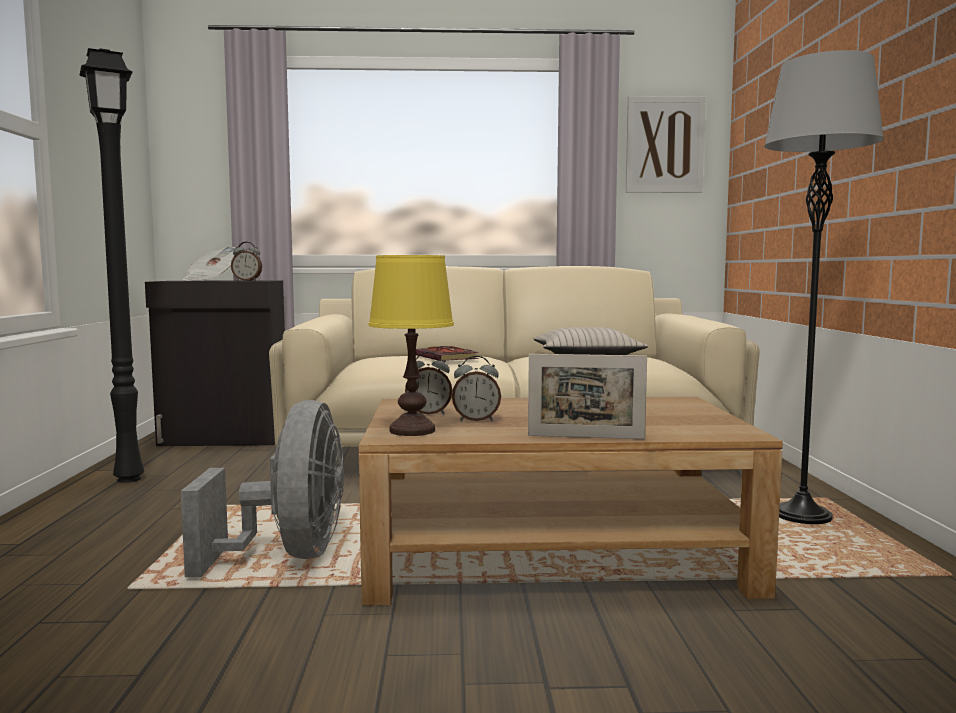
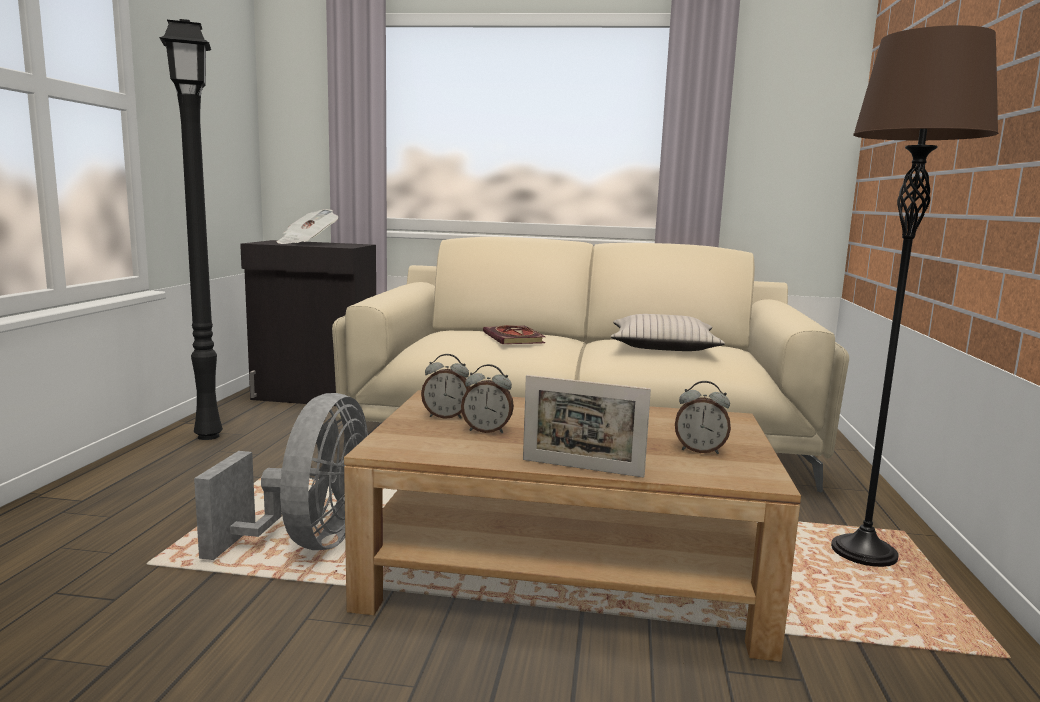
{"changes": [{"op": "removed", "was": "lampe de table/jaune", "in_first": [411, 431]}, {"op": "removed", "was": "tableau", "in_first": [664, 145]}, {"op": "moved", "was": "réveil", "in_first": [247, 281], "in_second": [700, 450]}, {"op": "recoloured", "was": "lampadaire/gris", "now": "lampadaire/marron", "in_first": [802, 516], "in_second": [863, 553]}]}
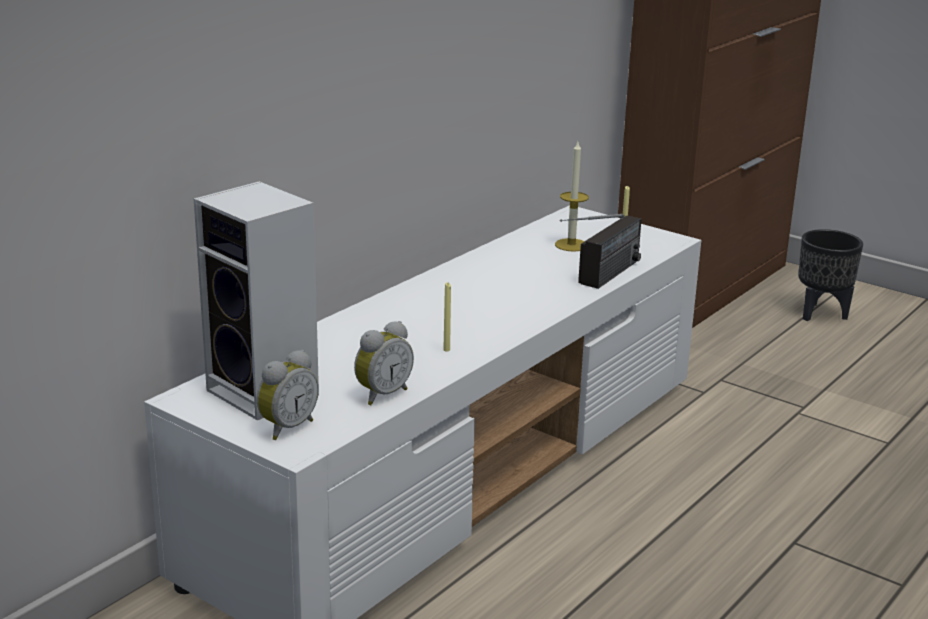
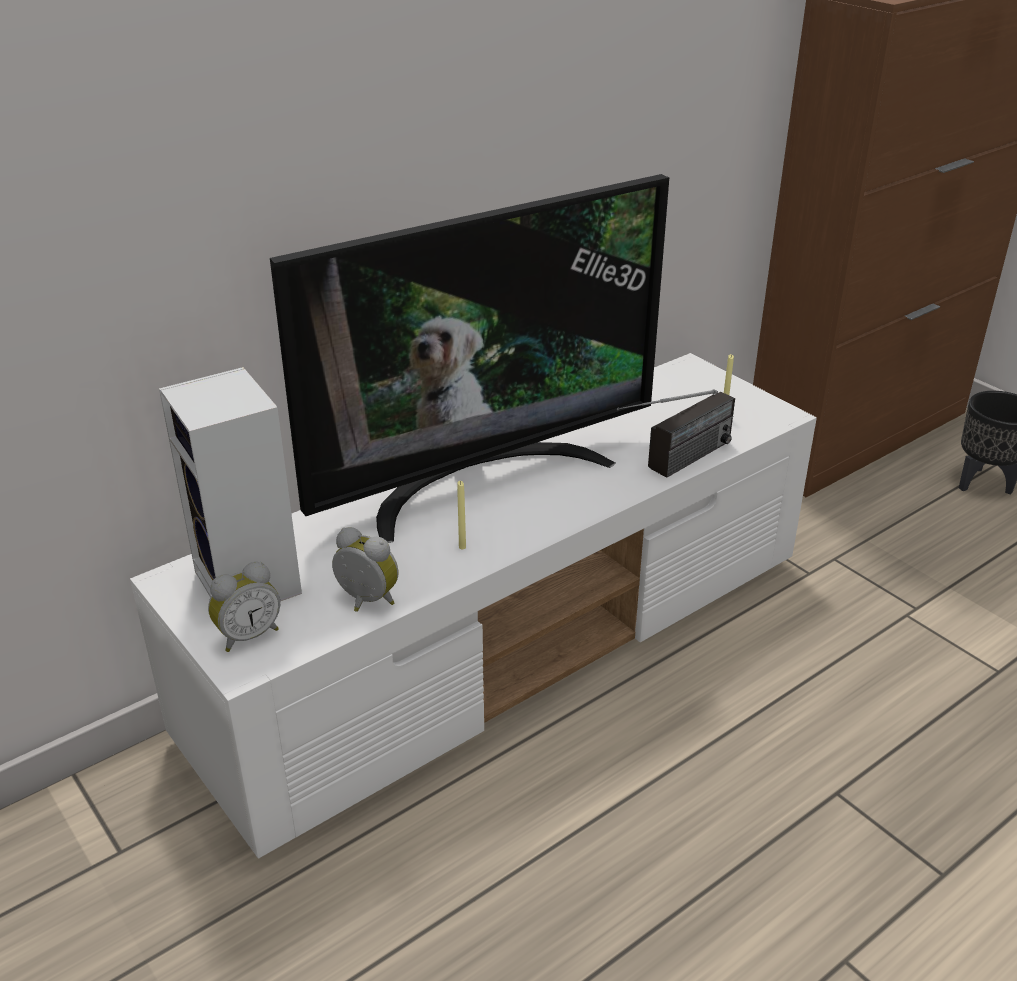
{"changes": [{"op": "removed", "was": "bougie", "in_first": [571, 245]}, {"op": "added", "now": "téléviseur", "in_second": [479, 479]}, {"op": "turned", "was": "réveil", "in_first": [381, 394], "in_second": [365, 602], "clockwise": -120}]}
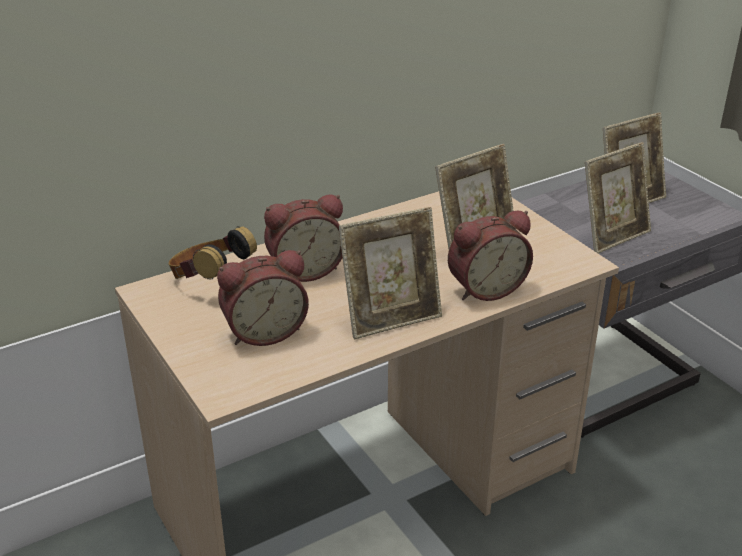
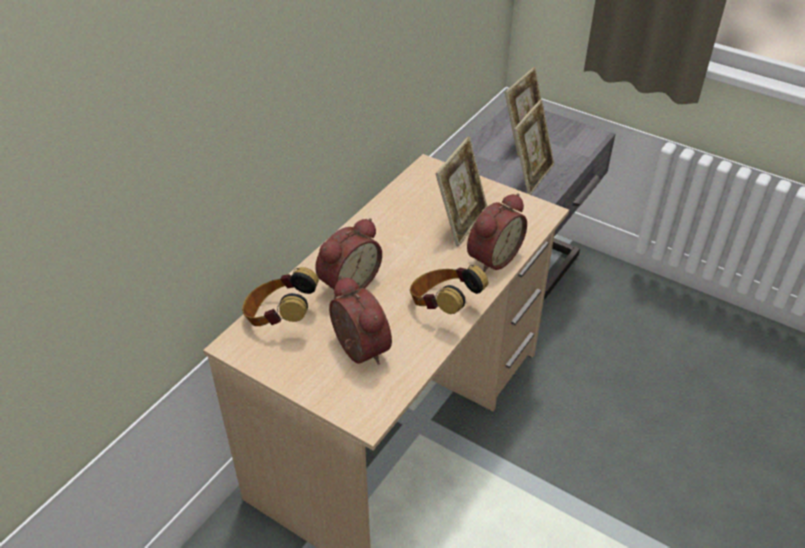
{"changes": [{"op": "replaced", "was": "cadre photo", "now": "casque audio", "in_first": [391, 318], "in_second": [443, 306]}, {"op": "turned", "was": "réveil", "in_first": [264, 331], "in_second": [357, 350], "clockwise": -75}]}
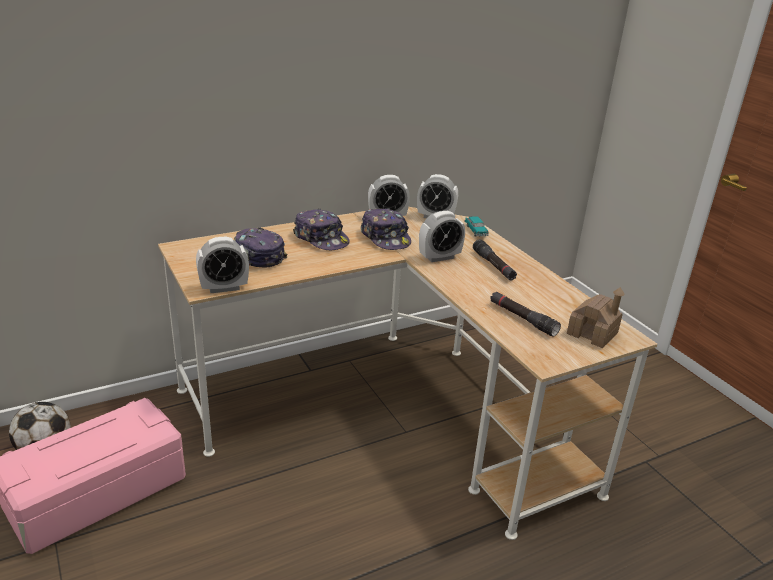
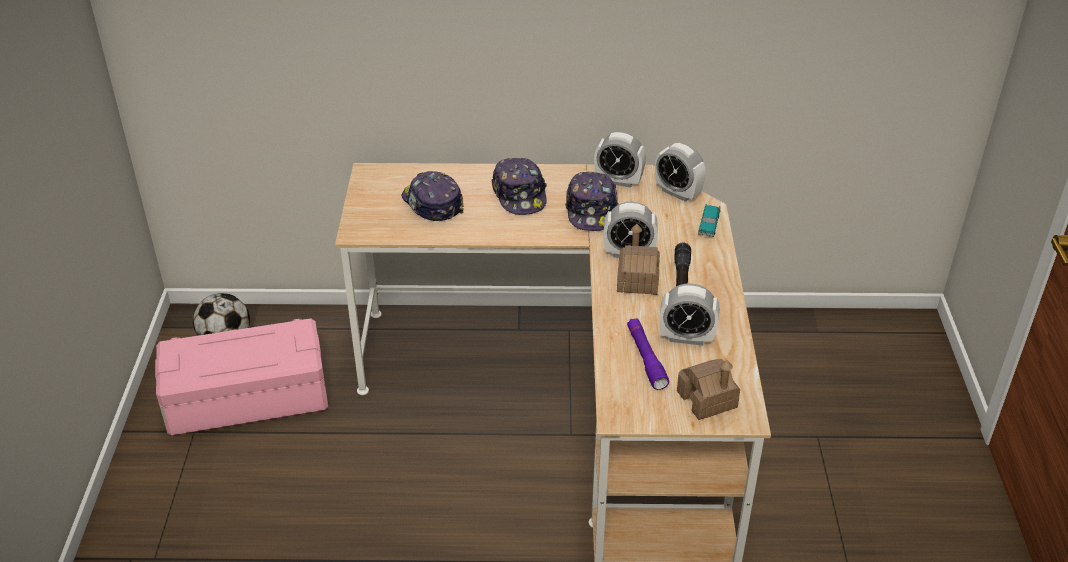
{"changes": [{"op": "added", "now": "maison miniature", "in_second": [637, 280]}, {"op": "moved", "was": "réveil", "in_first": [224, 288], "in_second": [686, 337]}, {"op": "recoloured", "was": "lampe de poche/noir", "now": "lampe de poche/violet", "in_first": [522, 319], "in_second": [646, 358]}]}
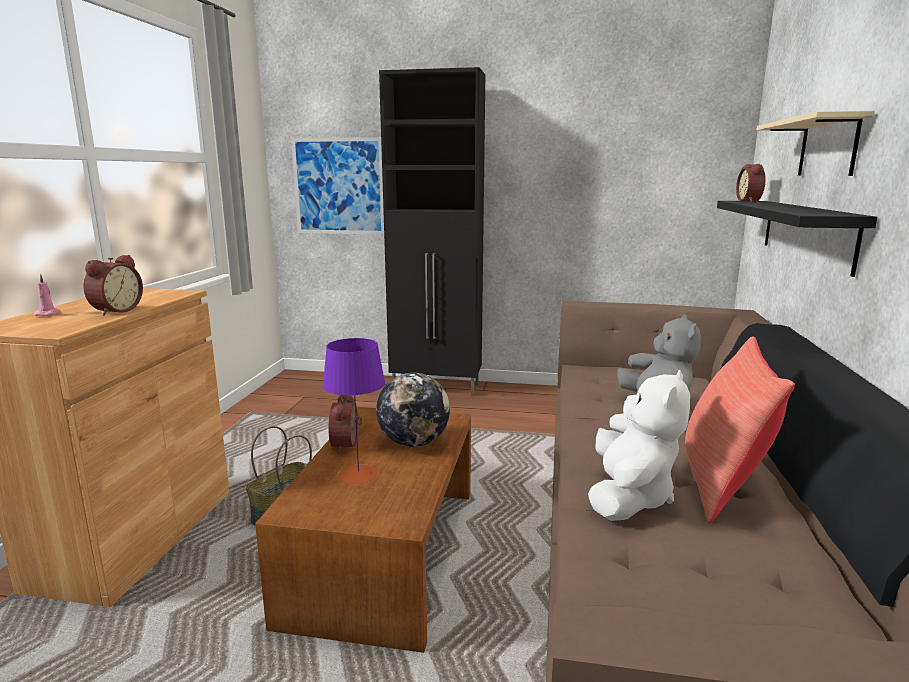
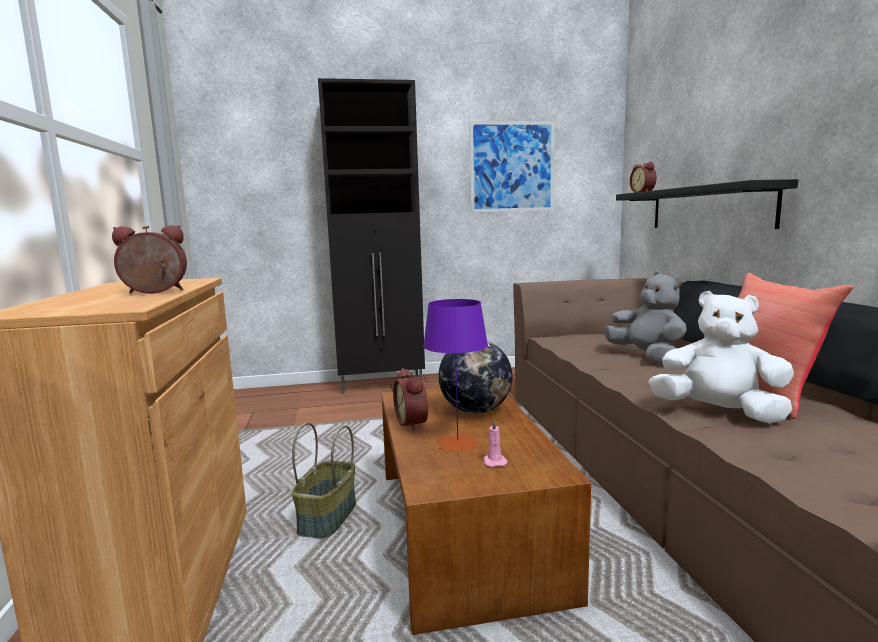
{"changes": [{"op": "removed", "was": "étagère/beige", "in_first": [827, 147]}, {"op": "moved", "was": "bougie/rose", "in_first": [49, 314], "in_second": [494, 462]}, {"op": "moved", "was": "tableau", "in_first": [339, 186], "in_second": [512, 167]}, {"op": "turned", "was": "réveil", "in_first": [115, 311], "in_second": [155, 292], "clockwise": -105}, {"op": "turned", "was": "peluche/blanc", "in_first": [629, 497], "in_second": [718, 413], "clockwise": -60}]}
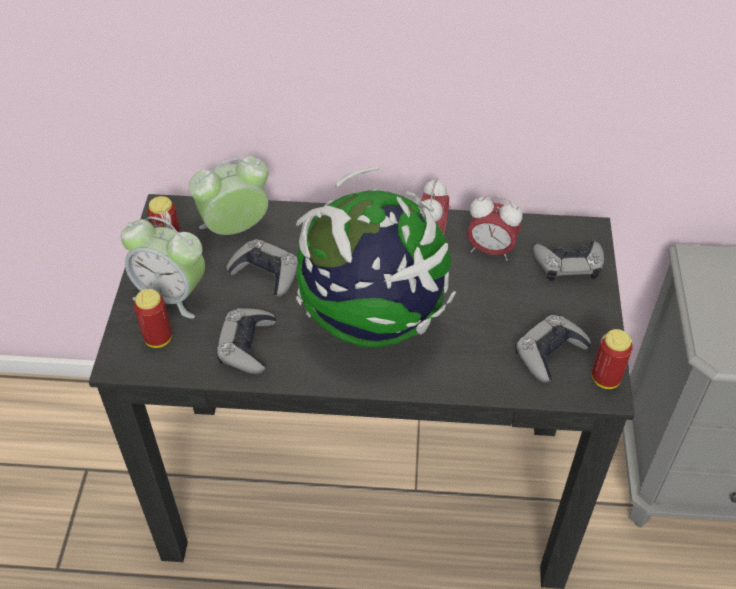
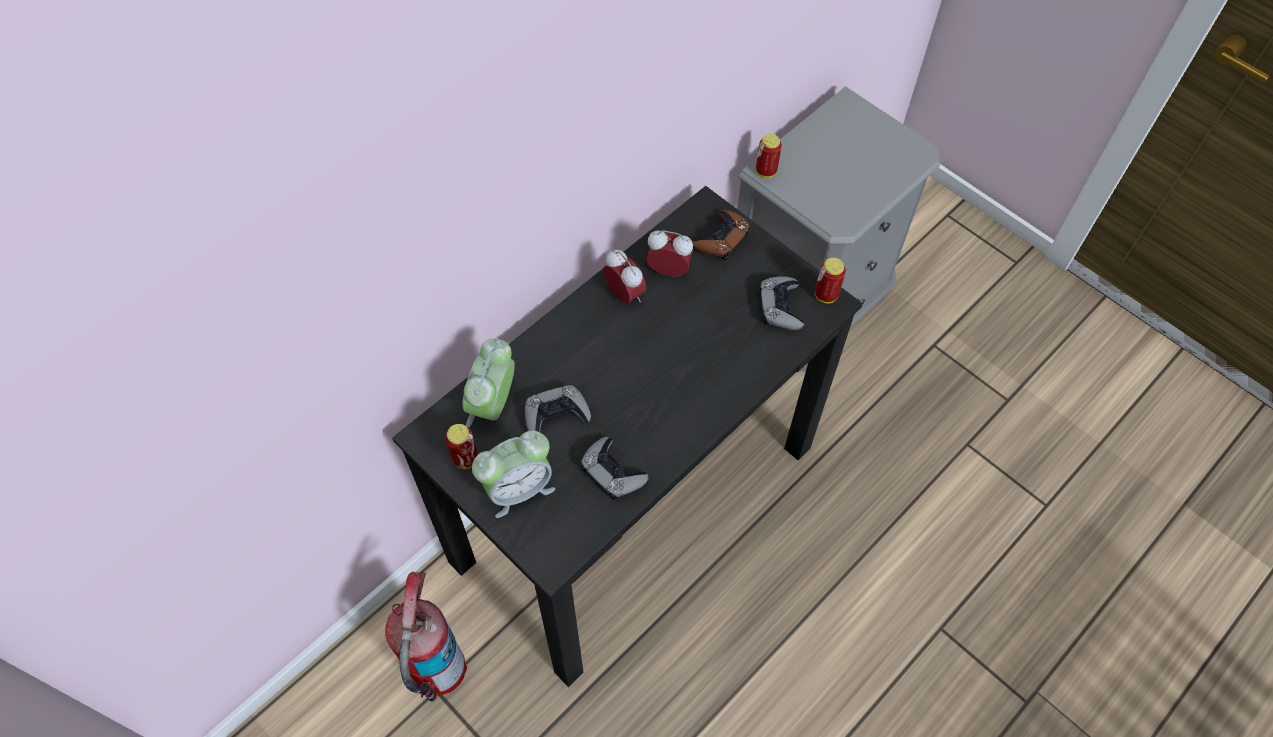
{"changes": [{"op": "removed", "was": "globe", "in_first": [374, 320]}, {"op": "added", "now": "extincteur", "in_second": [439, 671]}, {"op": "moved", "was": "boîte métallique", "in_first": [158, 338], "in_second": [766, 171]}, {"op": "recoloured", "was": "manette/gris", "now": "manette/marron", "in_first": [568, 264], "in_second": [722, 239]}, {"op": "turned", "was": "réveil", "in_first": [490, 250], "in_second": [669, 270], "clockwise": -135}]}
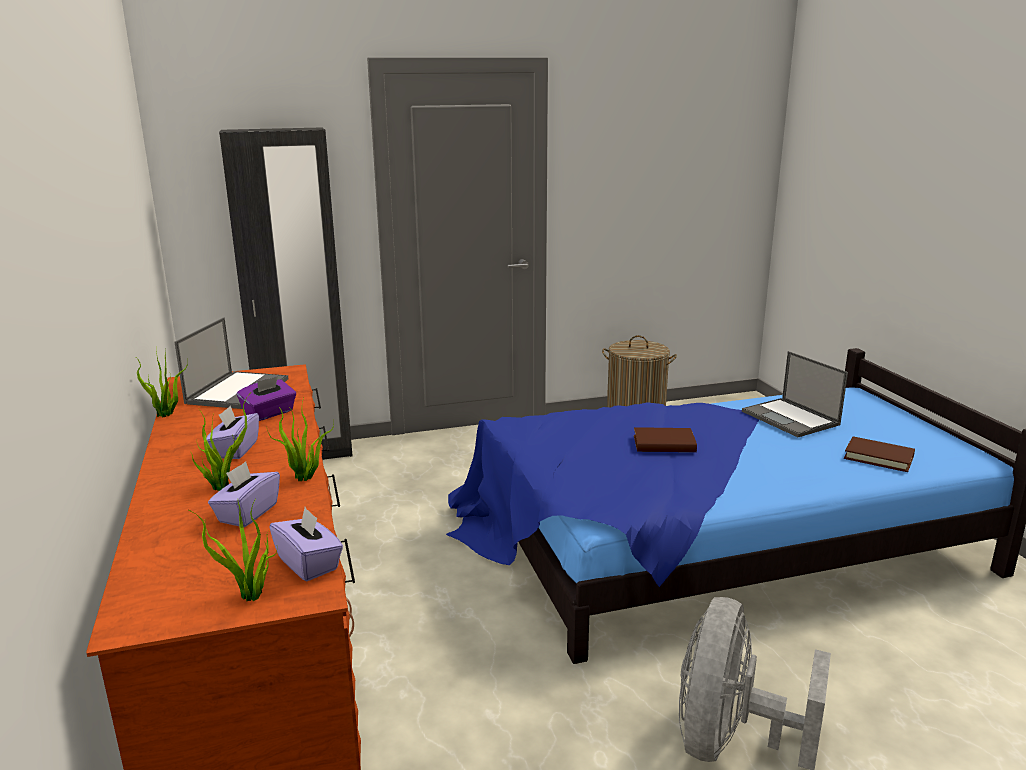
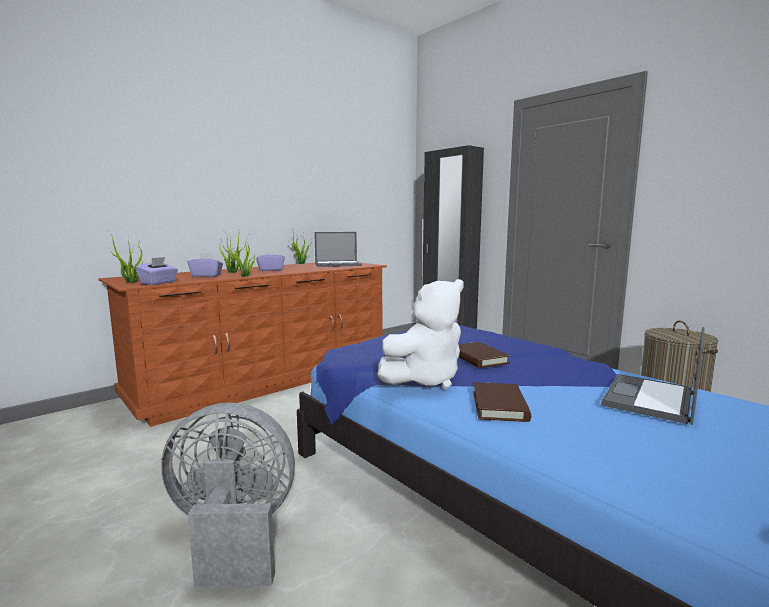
{"changes": [{"op": "removed", "was": "boîte à mouchoirs/violet", "in_first": [269, 413]}, {"op": "added", "now": "peluche/blanc", "in_second": [425, 379]}, {"op": "moved", "was": "livre/marron", "in_first": [878, 457], "in_second": [499, 406]}]}
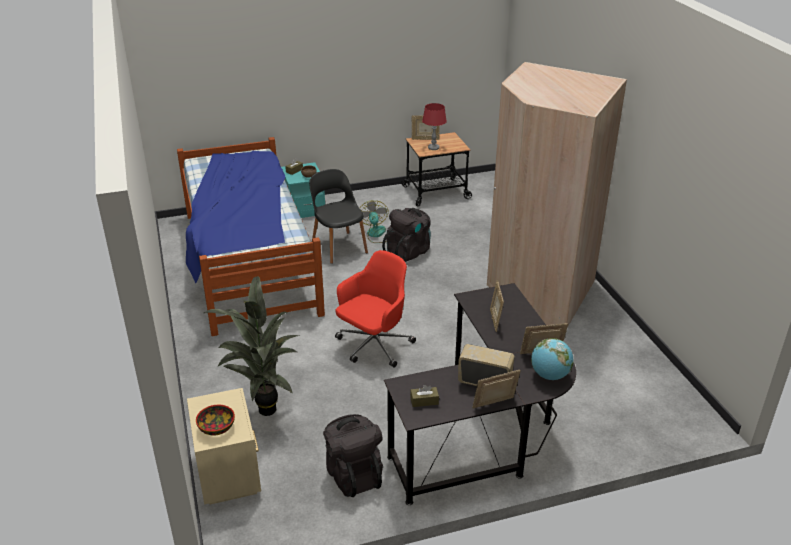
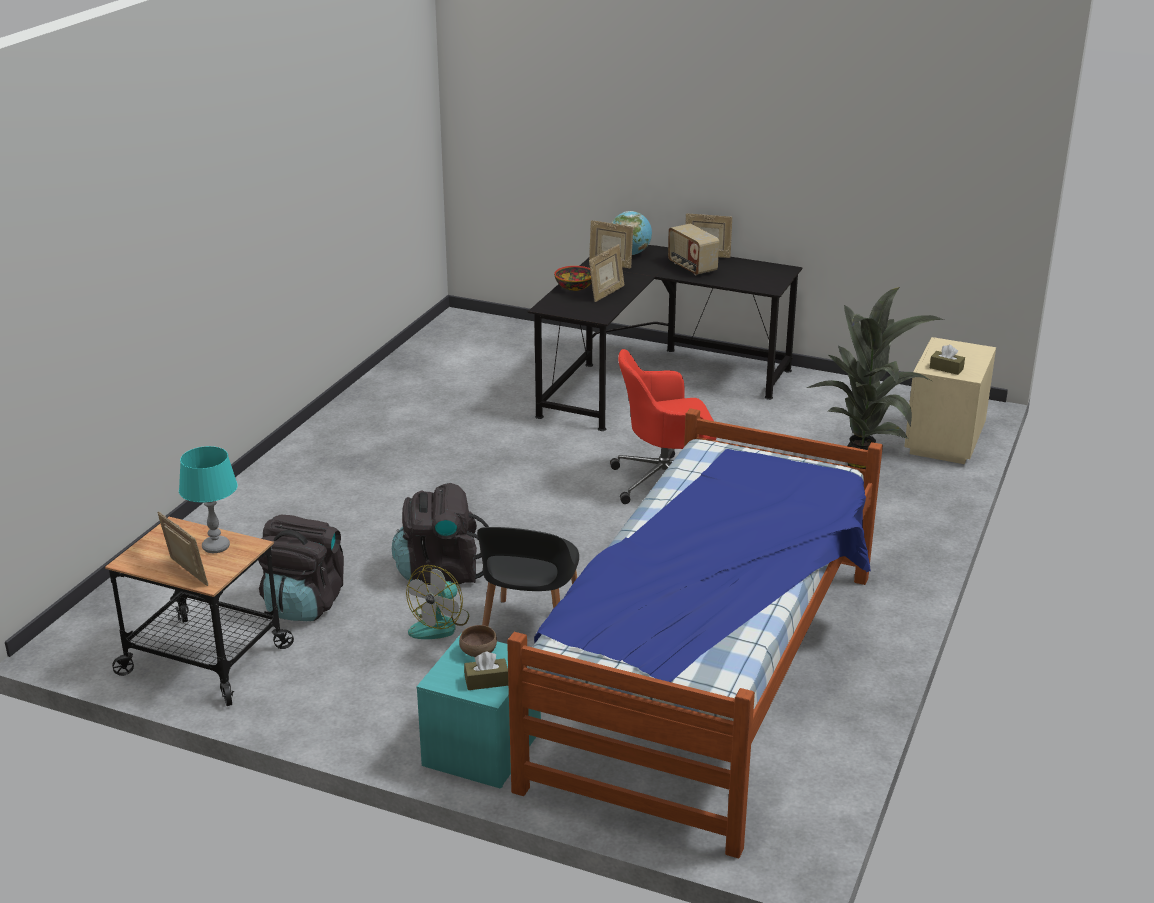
{"changes": [{"op": "removed", "was": "armoire/beige", "in_first": [538, 292]}, {"op": "moved", "was": "bol", "in_first": [216, 428], "in_second": [575, 287]}, {"op": "moved", "was": "sac à dos/noir", "in_first": [353, 474], "in_second": [304, 603]}, {"op": "moved", "was": "boîte à mouchoirs/marron", "in_first": [424, 401], "in_second": [946, 368]}, {"op": "recoloured", "was": "lampe de table/rouge", "now": "lampe de table/turquoise", "in_first": [433, 148], "in_second": [215, 547]}]}
